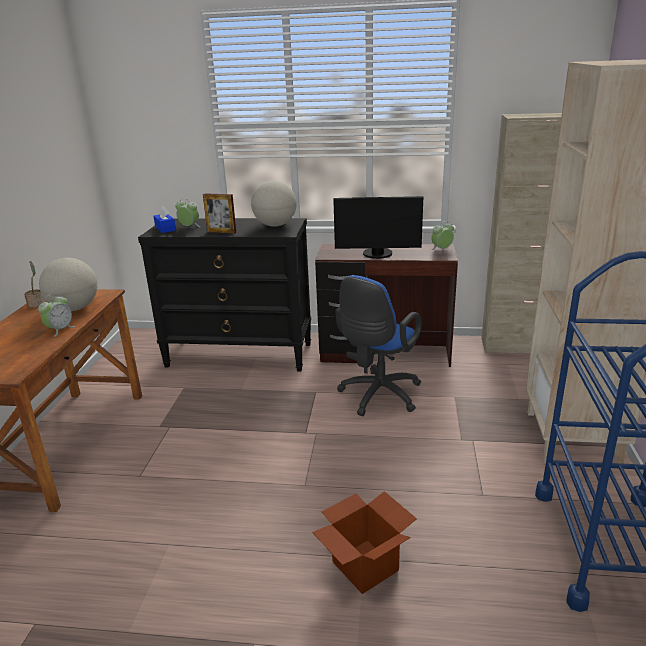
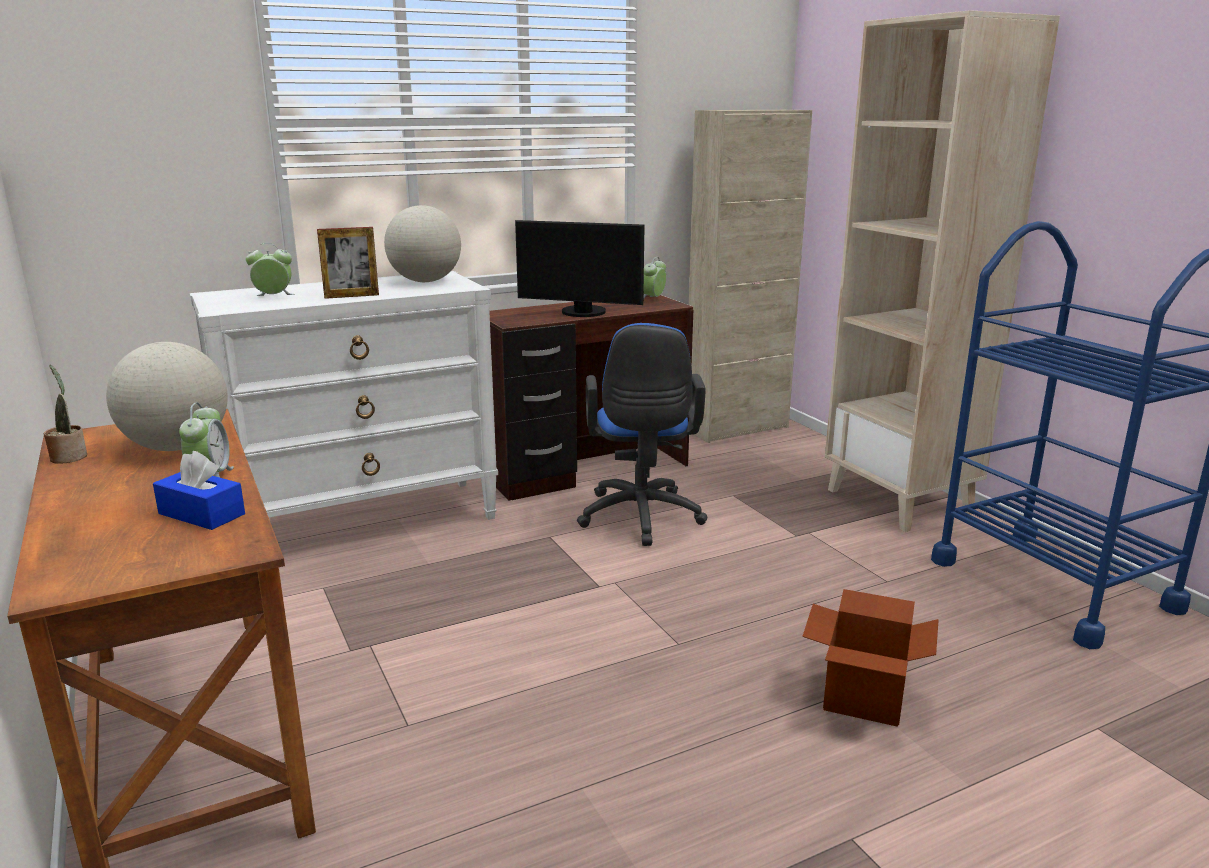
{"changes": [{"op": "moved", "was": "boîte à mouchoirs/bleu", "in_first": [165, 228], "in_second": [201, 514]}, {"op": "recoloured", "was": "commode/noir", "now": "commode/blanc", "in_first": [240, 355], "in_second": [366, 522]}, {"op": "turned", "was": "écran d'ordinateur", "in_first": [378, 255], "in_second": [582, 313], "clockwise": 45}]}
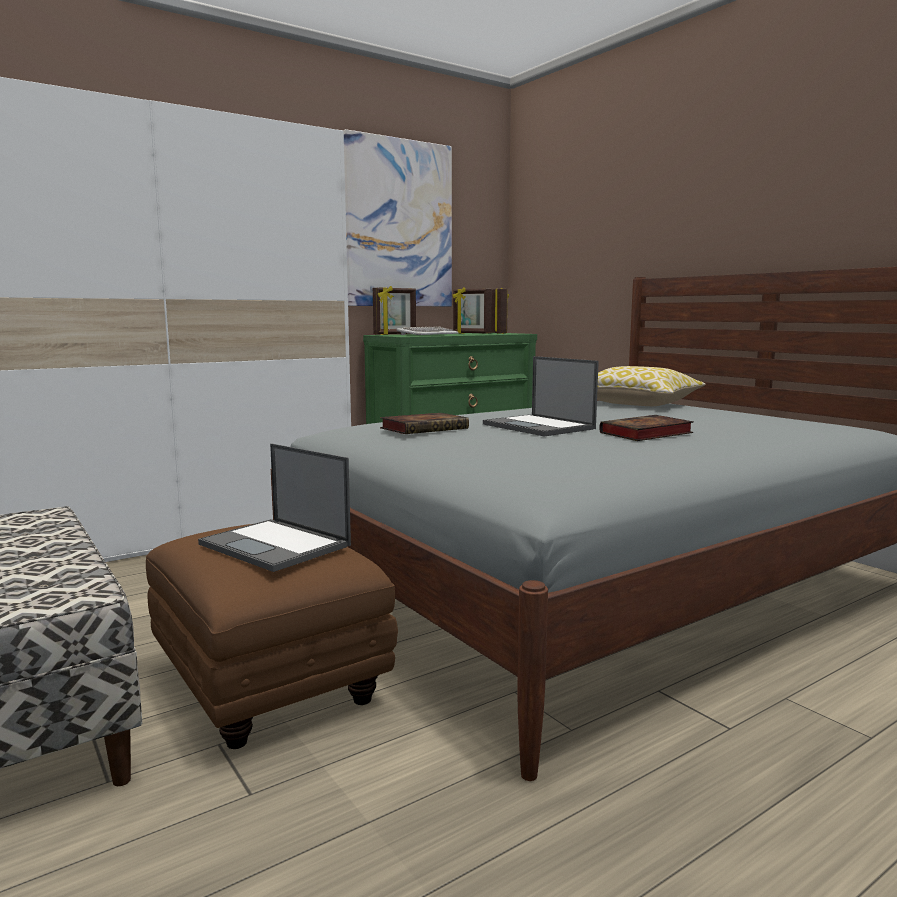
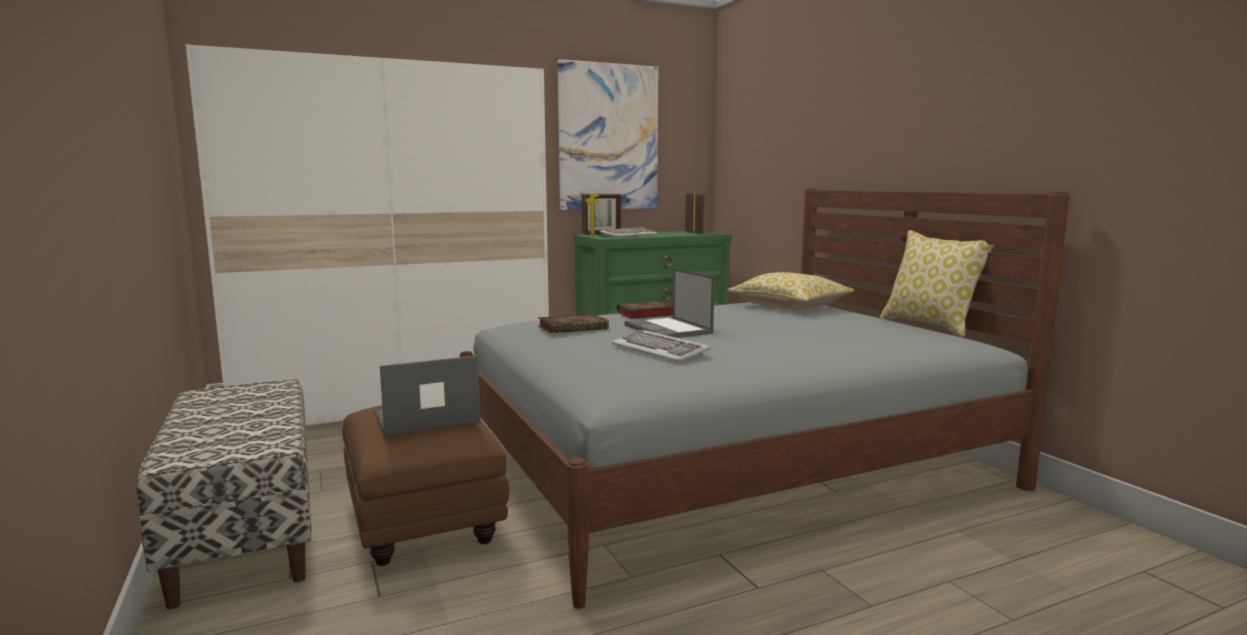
{"changes": [{"op": "removed", "was": "cadre photo", "in_first": [471, 333]}, {"op": "added", "now": "clavier", "in_second": [660, 350]}, {"op": "added", "now": "coussin", "in_second": [930, 326]}, {"op": "moved", "was": "livre", "in_first": [645, 434], "in_second": [647, 314]}, {"op": "turned", "was": "ordinateur portable", "in_first": [276, 545], "in_second": [425, 418], "clockwise": 105}]}
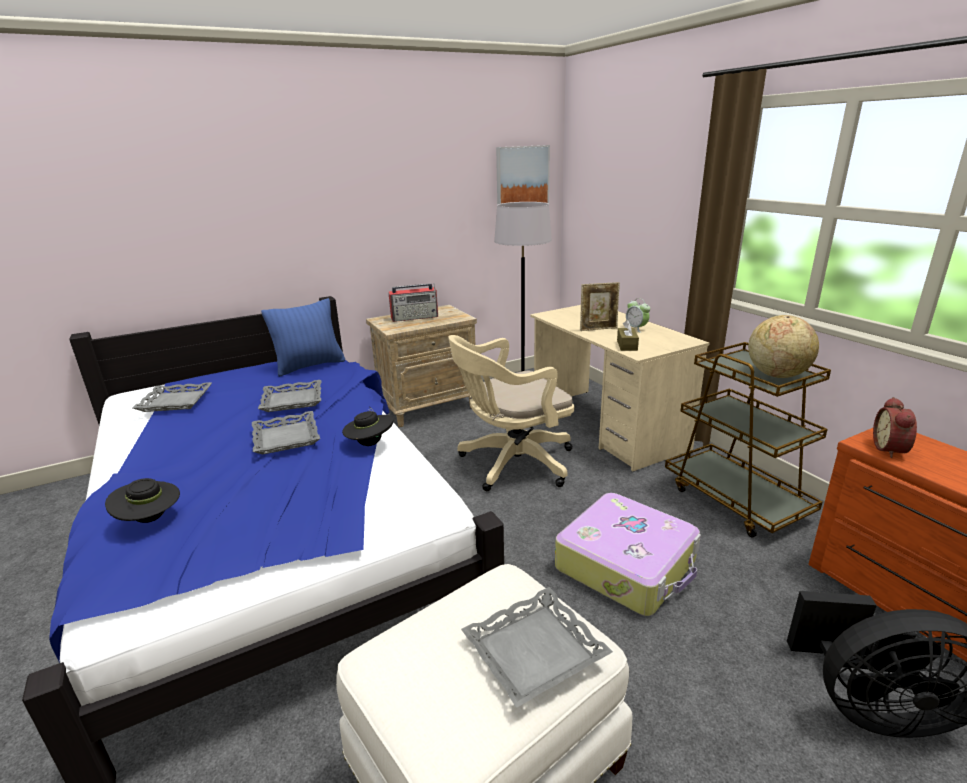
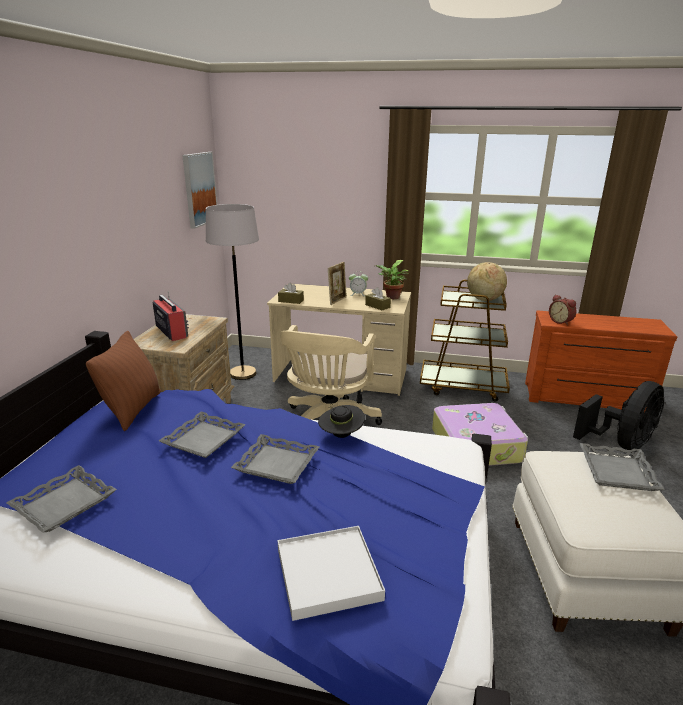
{"changes": [{"op": "added", "now": "boîte à mouchoirs/marron", "in_second": [291, 301]}, {"op": "added", "now": "plante en pot", "in_second": [391, 297]}, {"op": "replaced", "was": "chapeau/noir", "now": "plateau/blanc", "in_first": [150, 519], "in_second": [328, 574]}, {"op": "recoloured", "was": "coussin/bleu", "now": "coussin/marron", "in_first": [310, 366], "in_second": [133, 410]}, {"op": "turned", "was": "radio", "in_first": [415, 317], "in_second": [171, 331], "clockwise": -60}]}
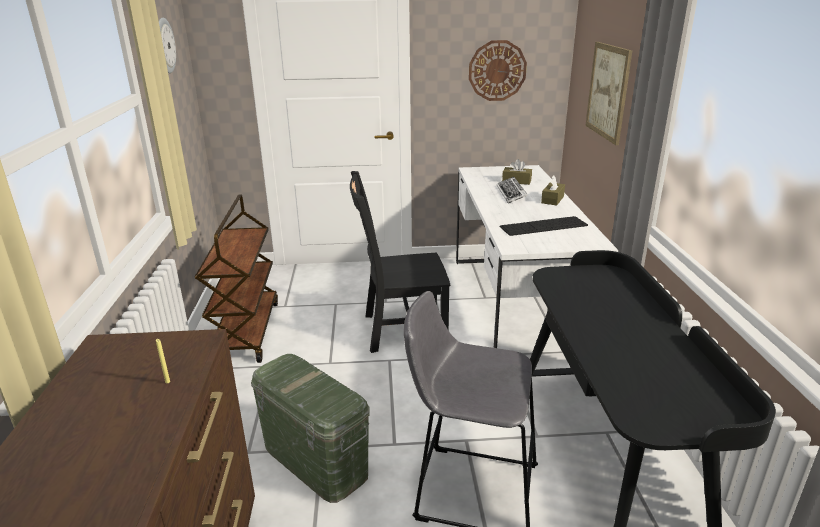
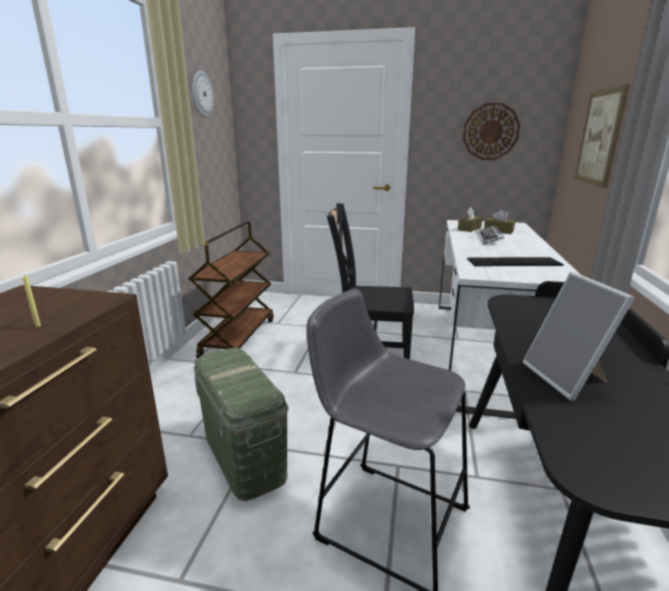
{"changes": [{"op": "added", "now": "cadre photo", "in_second": [567, 378]}, {"op": "moved", "was": "boîte à mouchoirs/marron", "in_first": [552, 199], "in_second": [469, 229]}]}
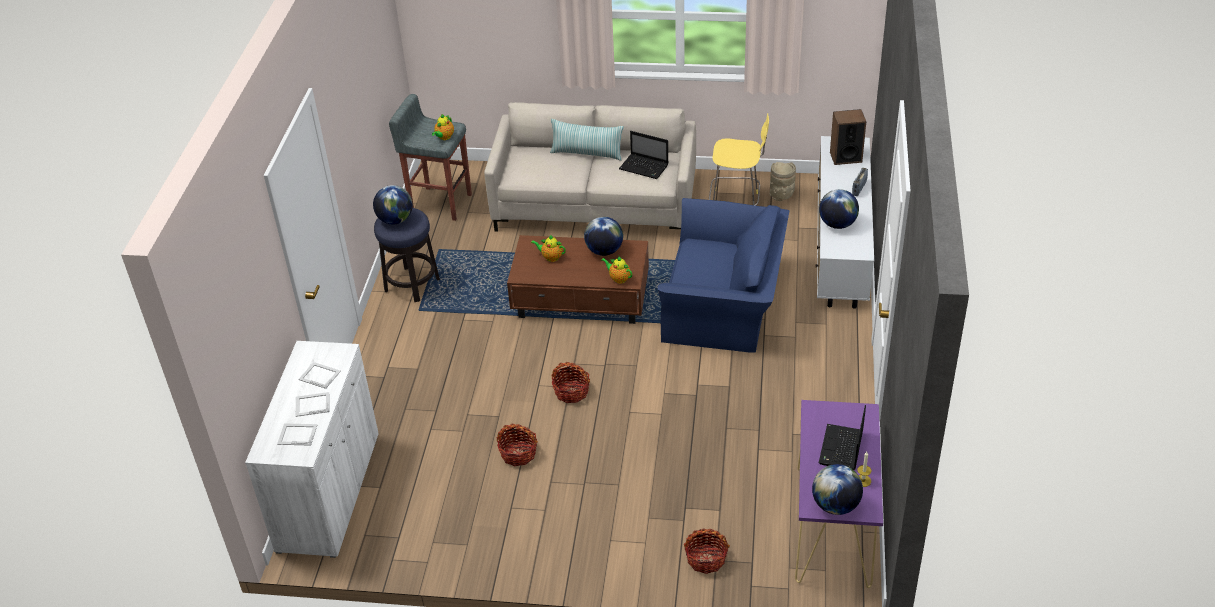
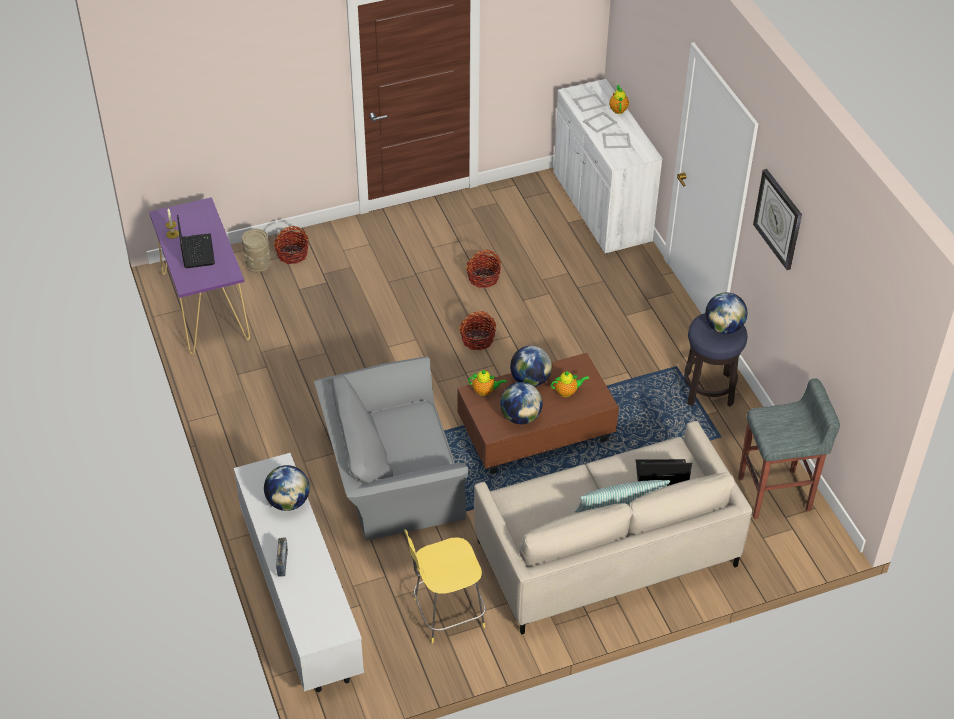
{"changes": [{"op": "removed", "was": "enceinte", "in_first": [845, 157]}, {"op": "added", "now": "horloge murale", "in_second": [778, 219]}, {"op": "moved", "was": "théière", "in_first": [444, 137], "in_second": [618, 109]}, {"op": "moved", "was": "ordinateur portable", "in_first": [645, 167], "in_second": [660, 474]}, {"op": "moved", "was": "vase/beige", "in_first": [781, 196], "in_second": [258, 264]}, {"op": "moved", "was": "globe", "in_first": [835, 505], "in_second": [530, 380]}, {"op": "recoloured", "was": "fauteuil/bleu", "now": "fauteuil/gris", "in_first": [725, 303], "in_second": [391, 475]}]}
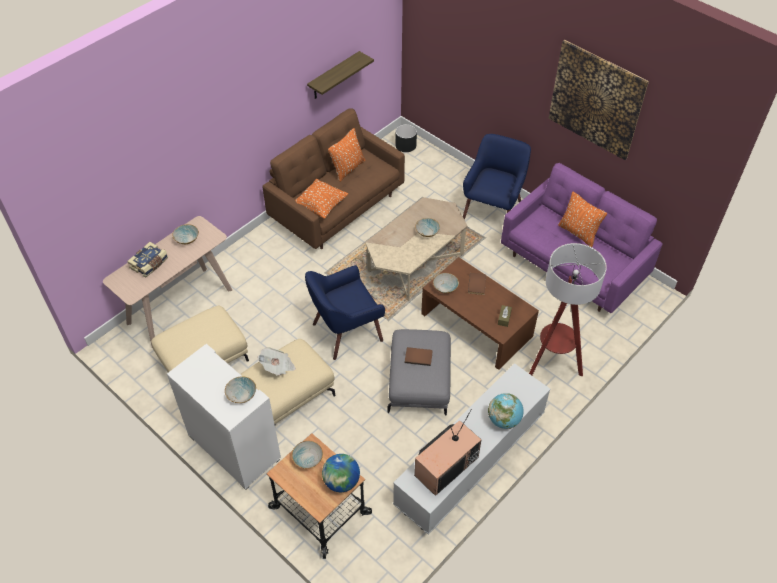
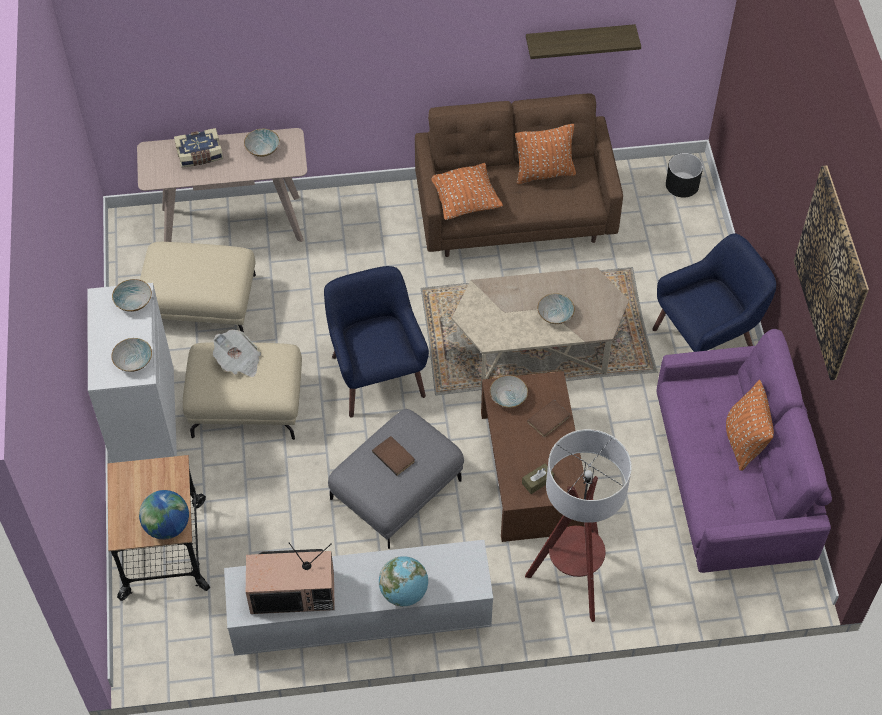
{"changes": [{"op": "moved", "was": "bol", "in_first": [307, 458], "in_second": [133, 301]}, {"op": "turned", "was": "fauteuil/bleu", "in_first": [346, 331], "in_second": [376, 375], "clockwise": 60}]}
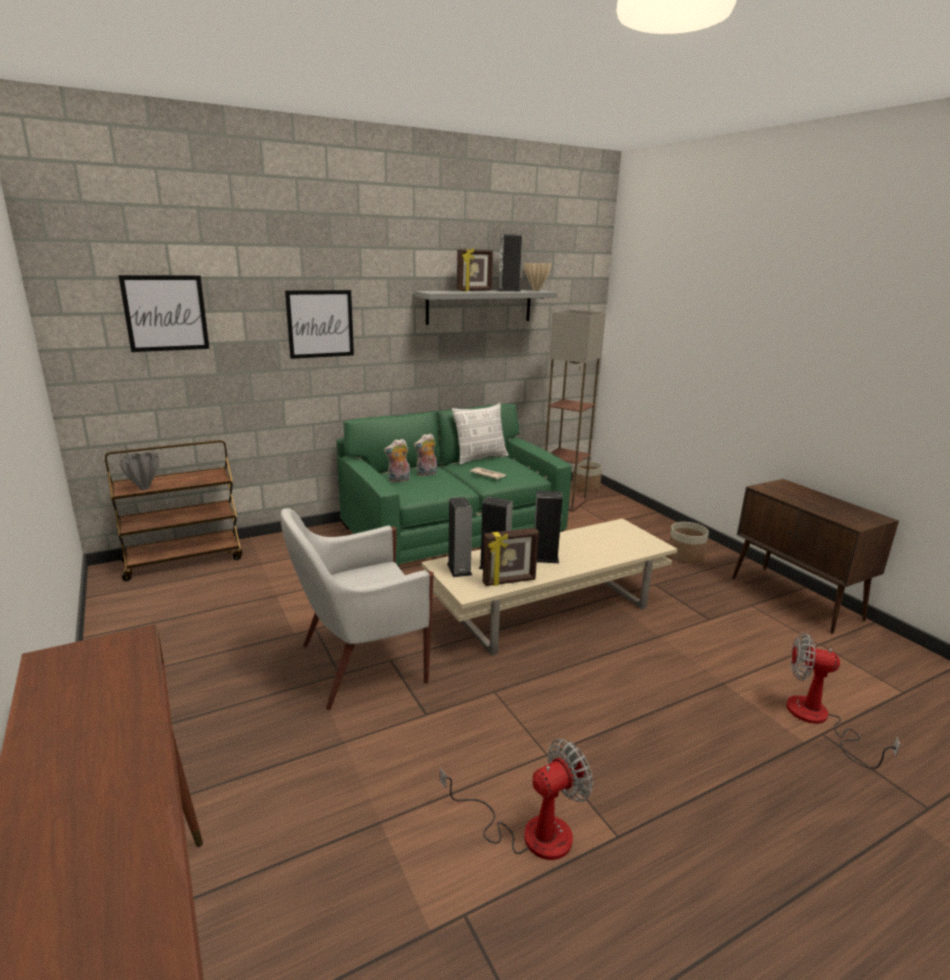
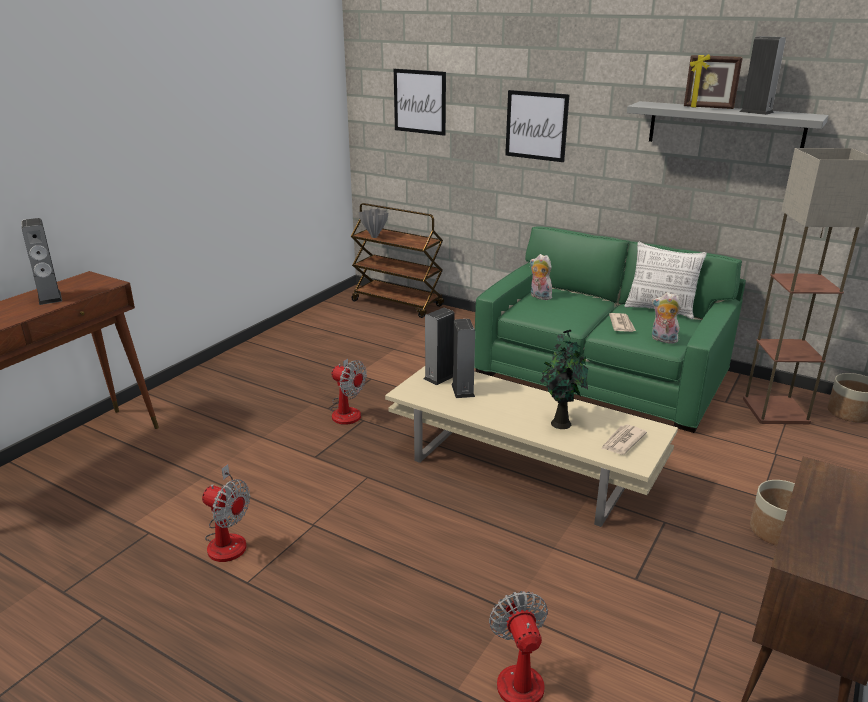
{"changes": [{"op": "removed", "was": "cadre photo", "in_first": [509, 581]}, {"op": "removed", "was": "vase/beige", "in_first": [535, 290]}, {"op": "added", "now": "plante en pot", "in_second": [560, 422]}, {"op": "added", "now": "journal", "in_second": [622, 441]}, {"op": "moved", "was": "peluche", "in_first": [426, 474], "in_second": [663, 340]}, {"op": "moved", "was": "enceinte", "in_first": [544, 558], "in_second": [50, 298]}, {"op": "replaced", "was": "fauteuil/blanc", "now": "ventilateur", "in_first": [360, 664], "in_second": [347, 410]}]}
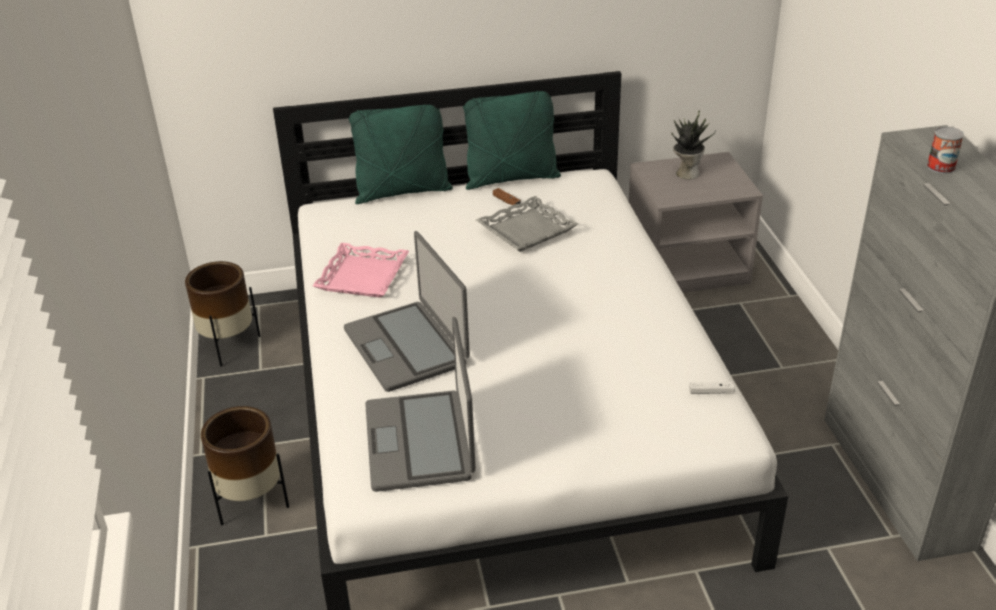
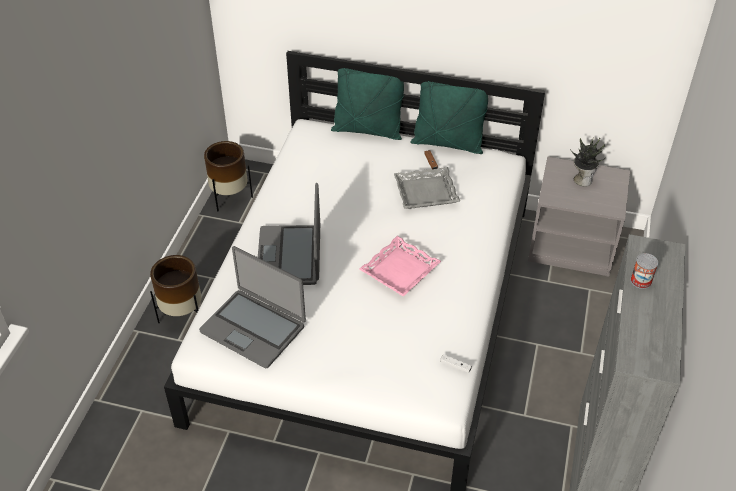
{"changes": [{"op": "moved", "was": "plateau/rose", "in_first": [363, 277], "in_second": [400, 271]}, {"op": "turned", "was": "ordinateur portable", "in_first": [420, 441], "in_second": [253, 328], "clockwise": -75}]}
